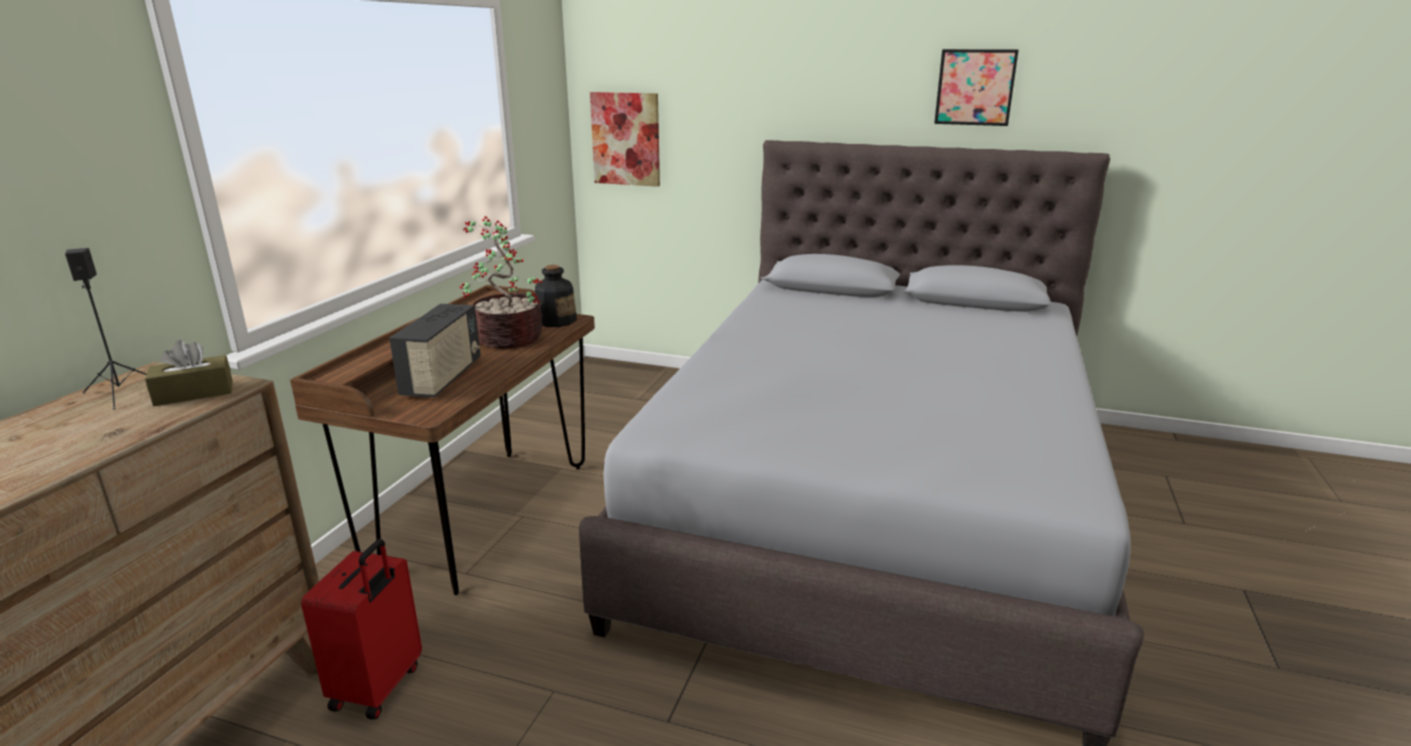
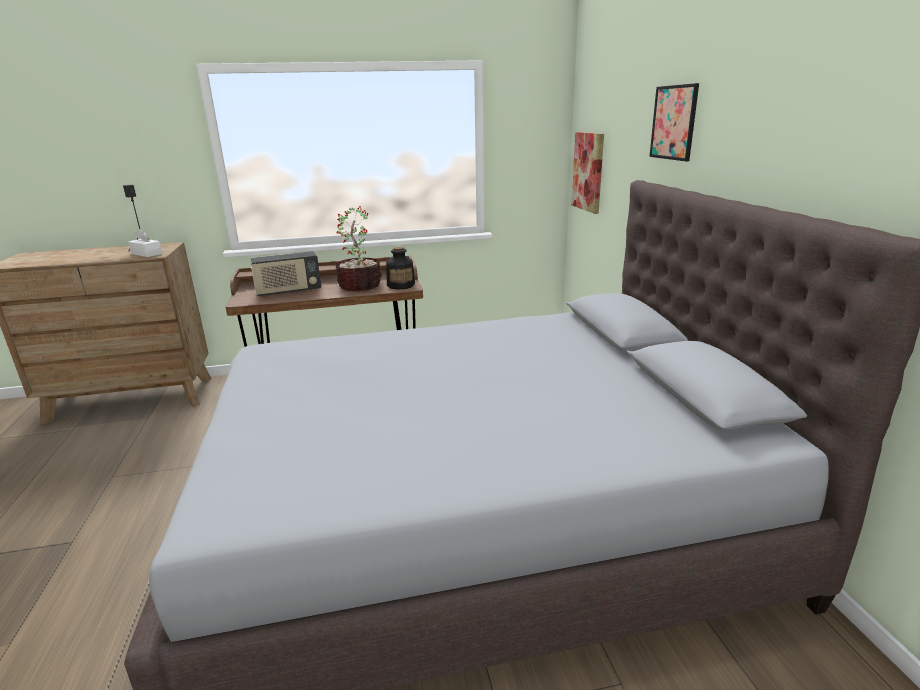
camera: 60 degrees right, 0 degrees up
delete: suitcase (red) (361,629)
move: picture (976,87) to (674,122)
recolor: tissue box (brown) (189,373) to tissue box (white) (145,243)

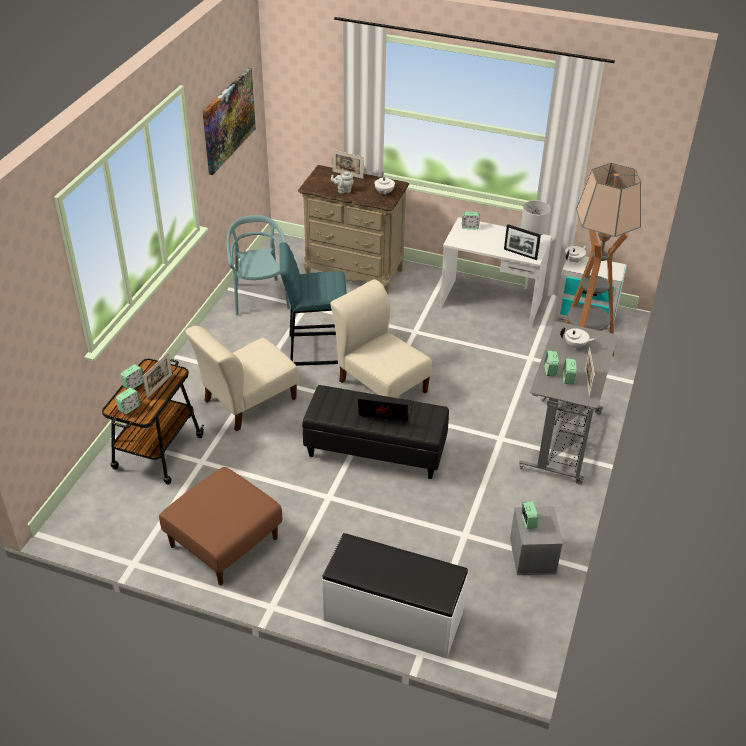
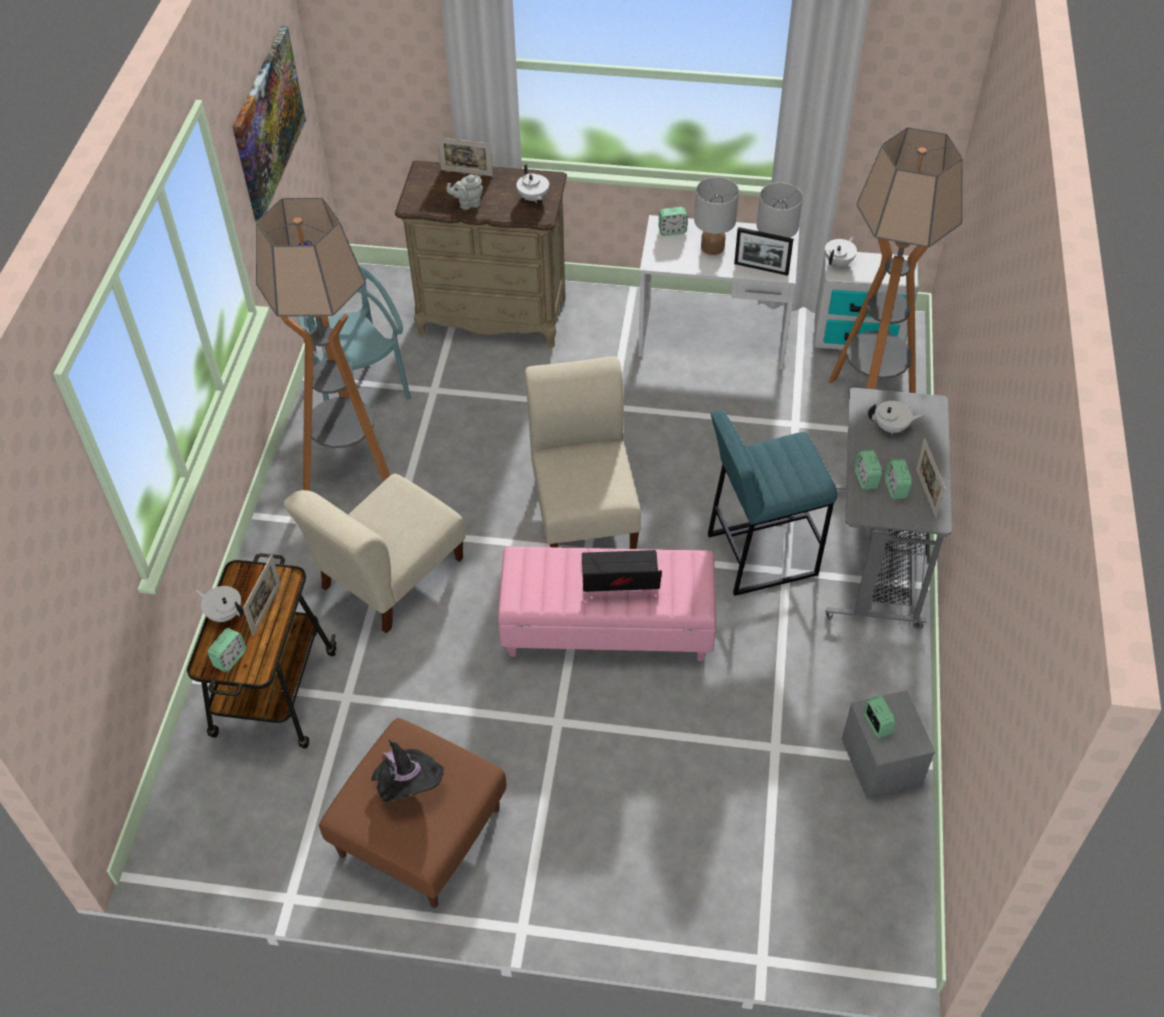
camera: 10 degrees left, 10 degrees up
delete: bench (white) (395,595)
insert: floor lamp (323,344); hat (black) (407,771); table lamp (grey) (716,216)
move: stool (turquoise) (313,304) to (773,503)
replace: alarm clock (132,376) to teapot (white) (220,604)
recolor: ottoman (black) (375,432) to ottoman (pink) (607,603)
rotate: chair (beige) (381,338) = (583,452) 45 degrees clockwise

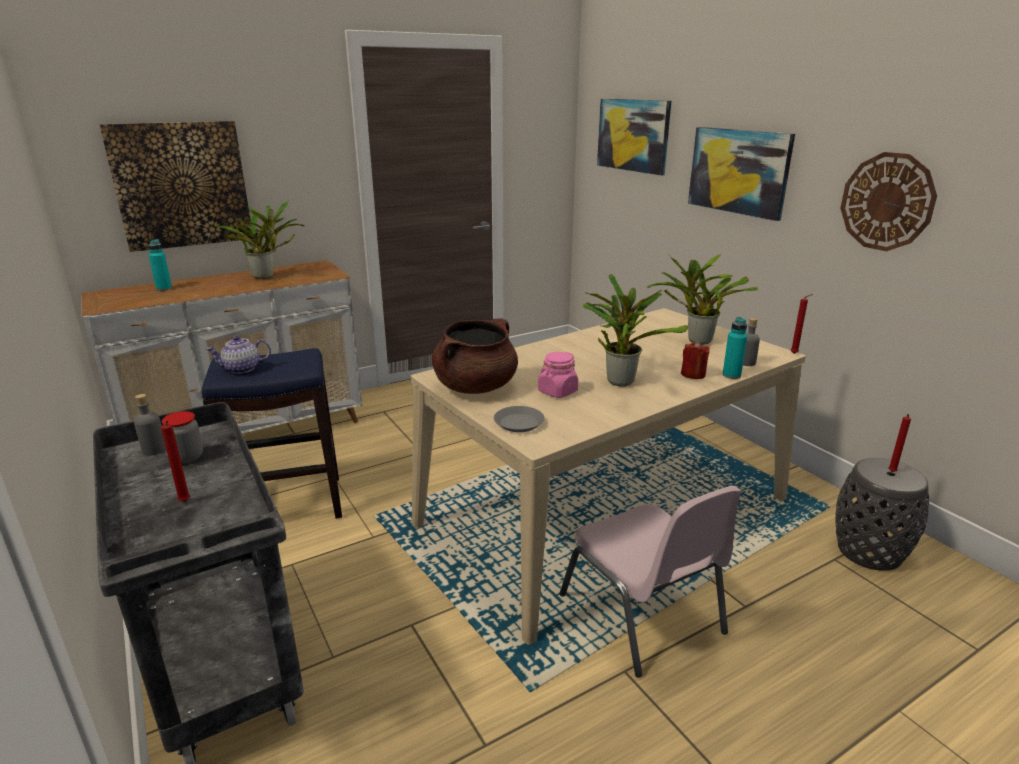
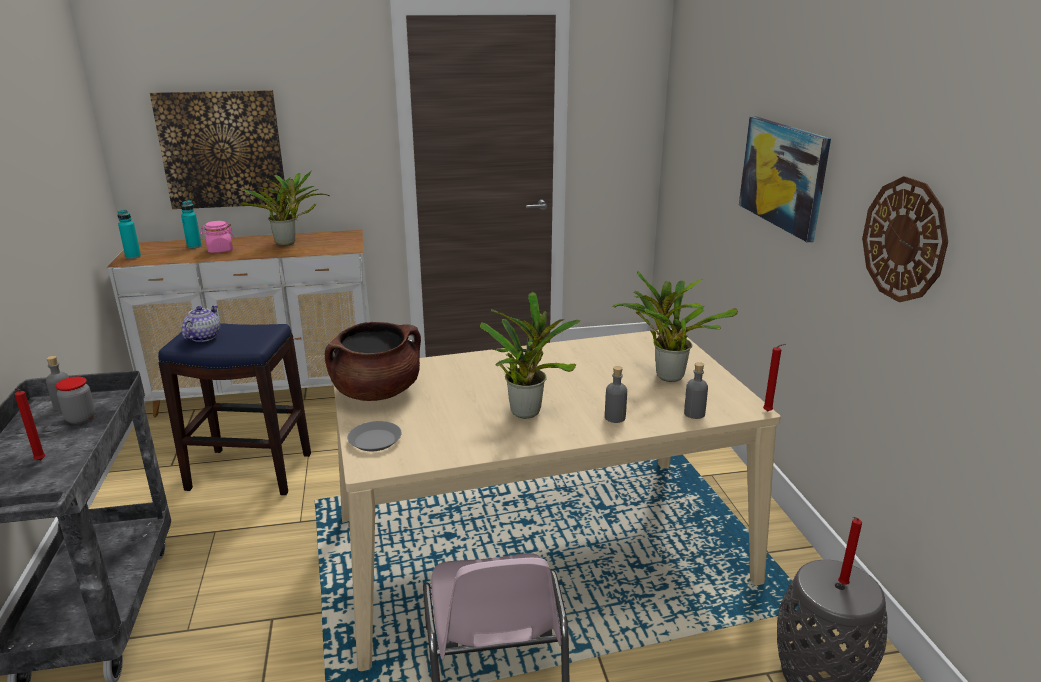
camera: 20 degrees right, 0 degrees up
delete: picture (634,137)
move: jar (pink) (558,375) to (217,237); bottle (turquoise) (735,348) to (129,234)
replace: candle (red) (695,360) to bottle (grey) (616,394)
rotate: teapot (238,355) = (201,323) 105 degrees clockwise

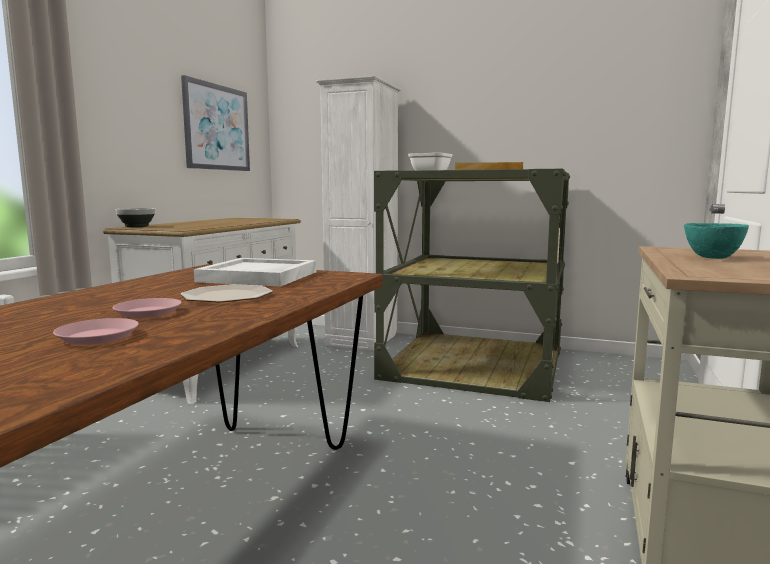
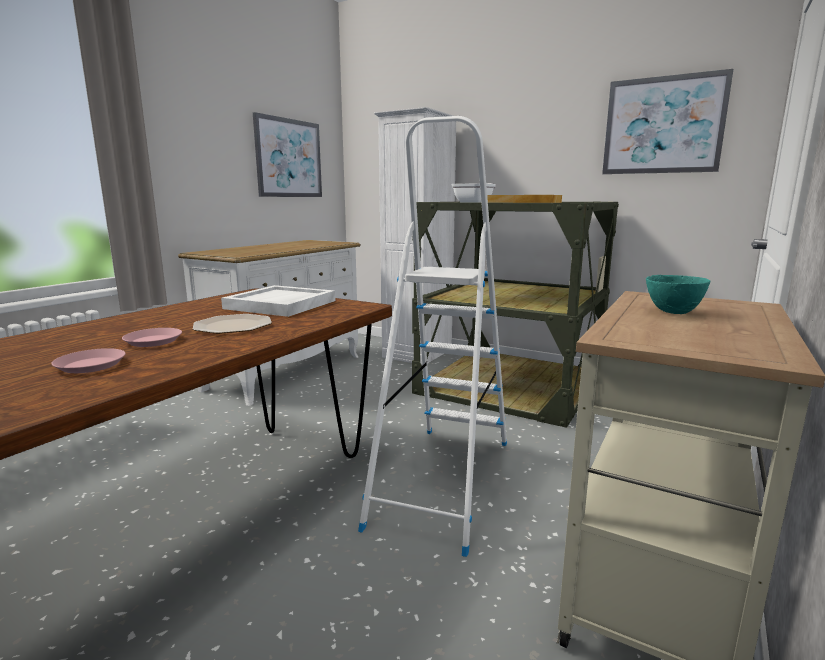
camera: 10 degrees right, 5 degrees up
delete: bowl (135,217)
insert: step ladder (white) (432,336); picture (667,121)

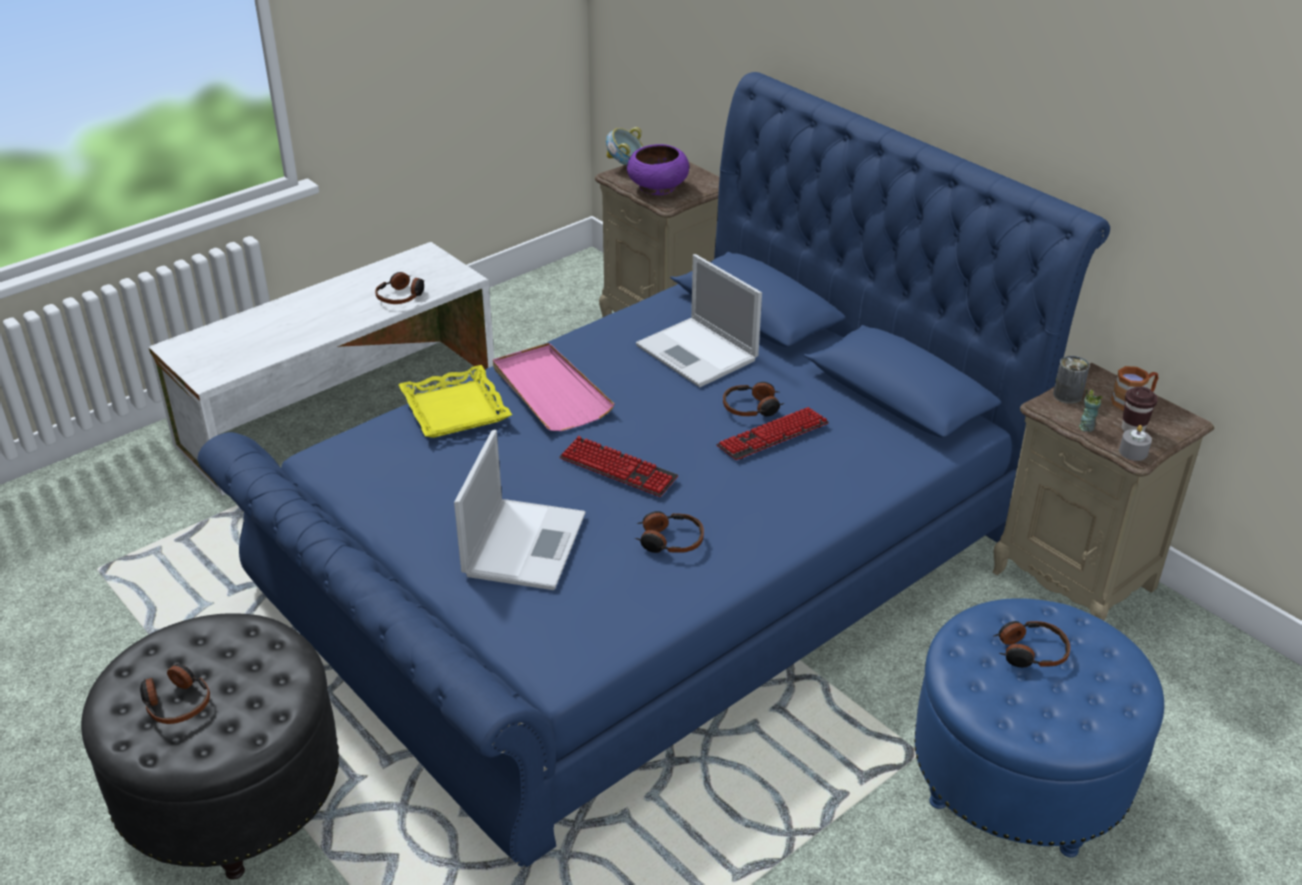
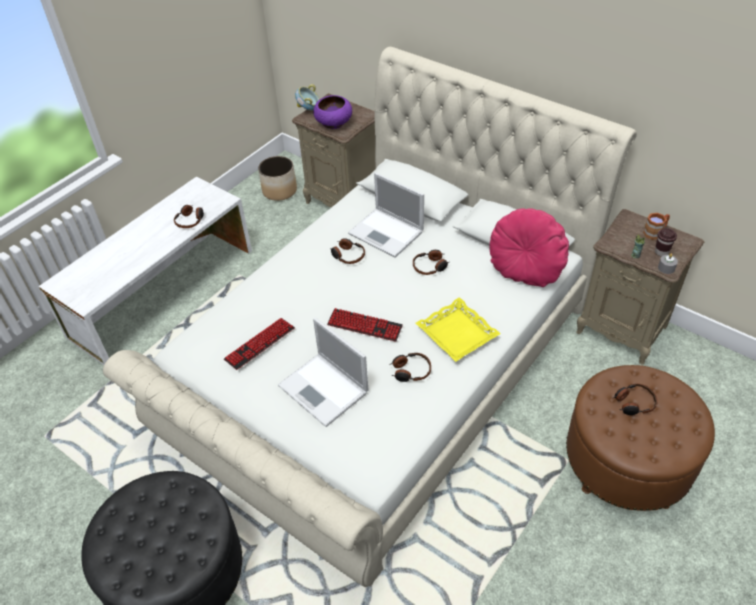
camera: 10 degrees left, 10 degrees up
delete: tray (pink) (553,387); can (1071,380)
insert: planter (277,178); pillow (pink) (529,247)
move: headphones (175,694) to (347,251); tray (yellow) (455,401) to (458,329); keyboard (772,433) to (259,344)
recolor: bed (blue) (653,469) to bed (beige) (370,317); ottoman (blue) (1039,727) to ottoman (brown) (640,438)
rotate: laptop (520,510) = (323,372) 135 degrees clockwise

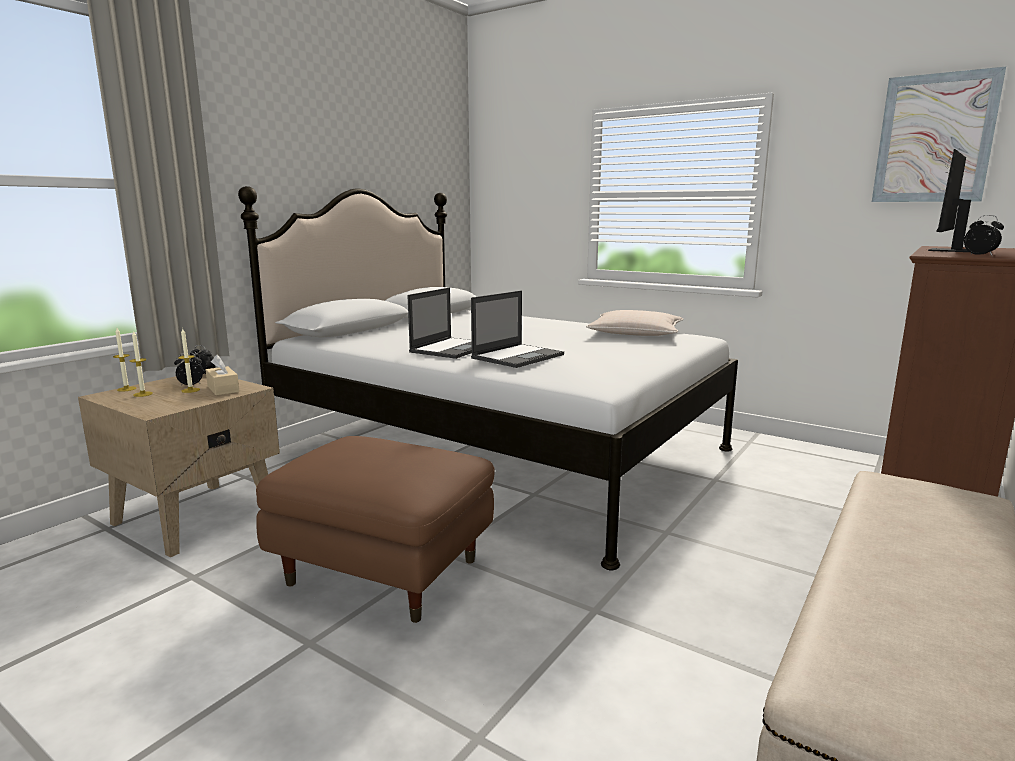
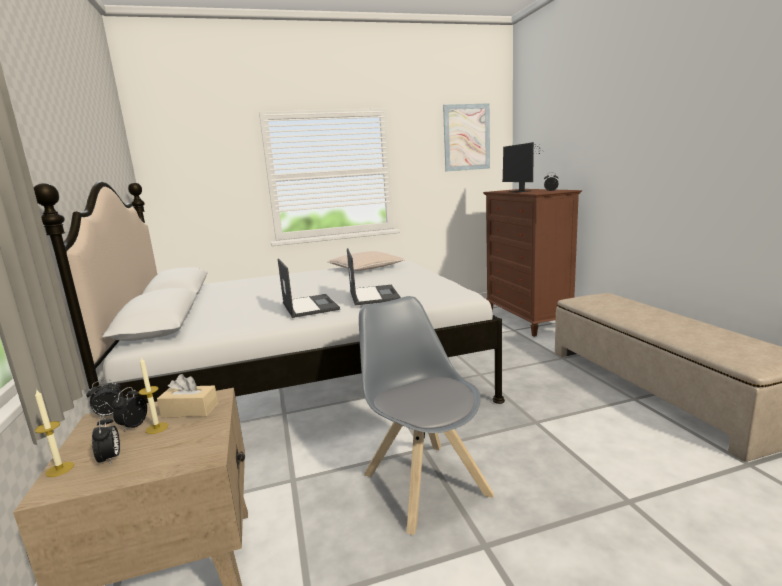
camera: 50 degrees left, 0 degrees up
replace: candle (141,363) to alarm clock (106,440); ottoman (brown) (375,529) to chair (grey) (426,415)

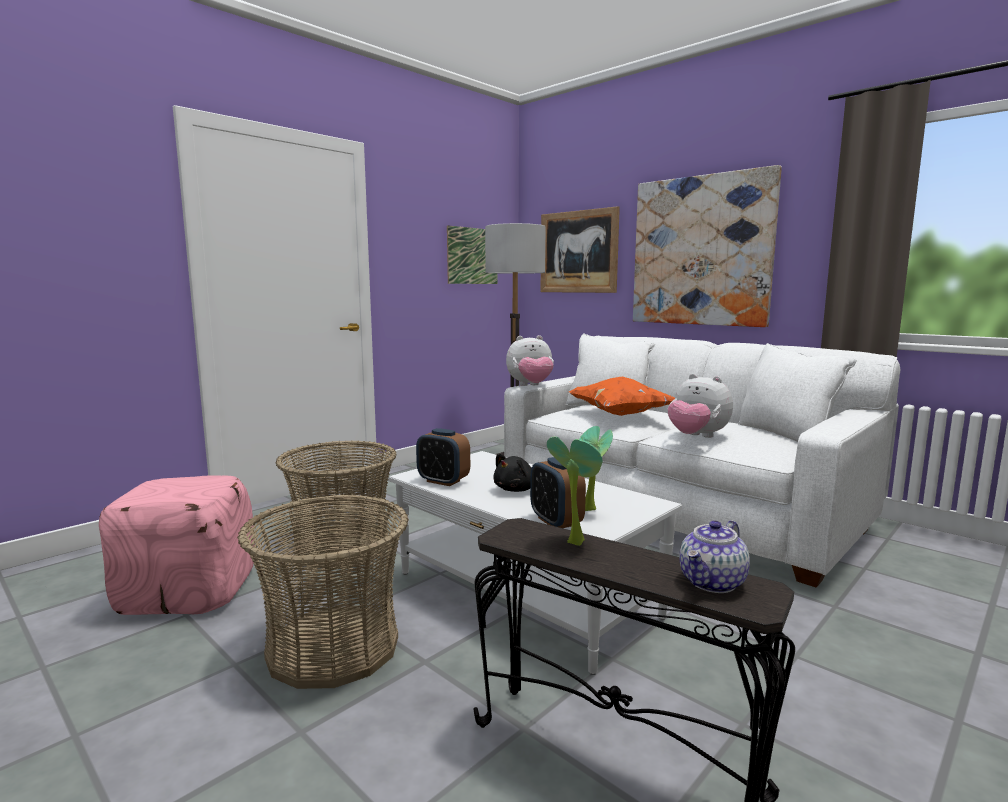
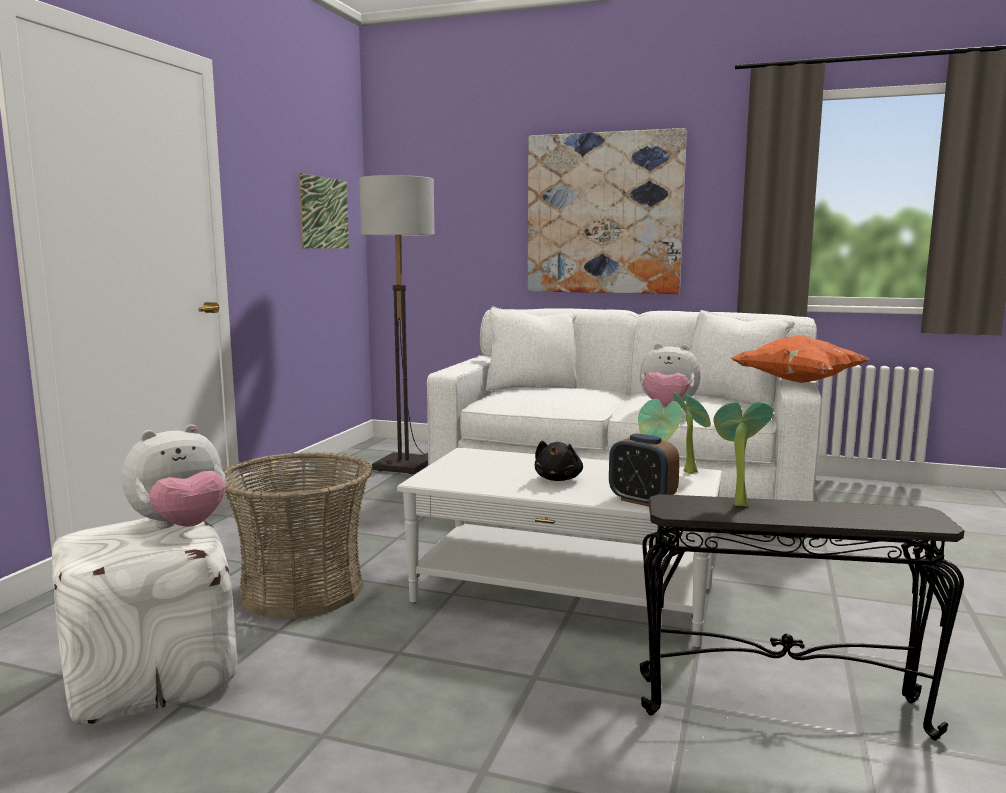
camera: 25 degrees left, 0 degrees up
delete: basket (323,591); alarm clock (443,457); picture (580,249); teapot (714,556)
insert: potted plant (692,433)
move: plush toy (530,360) to (174,476); pillow (orange) (622,396) to (800,359)
recolor: ottoman (pink) (177,545) to ottoman (white) (144,621)

